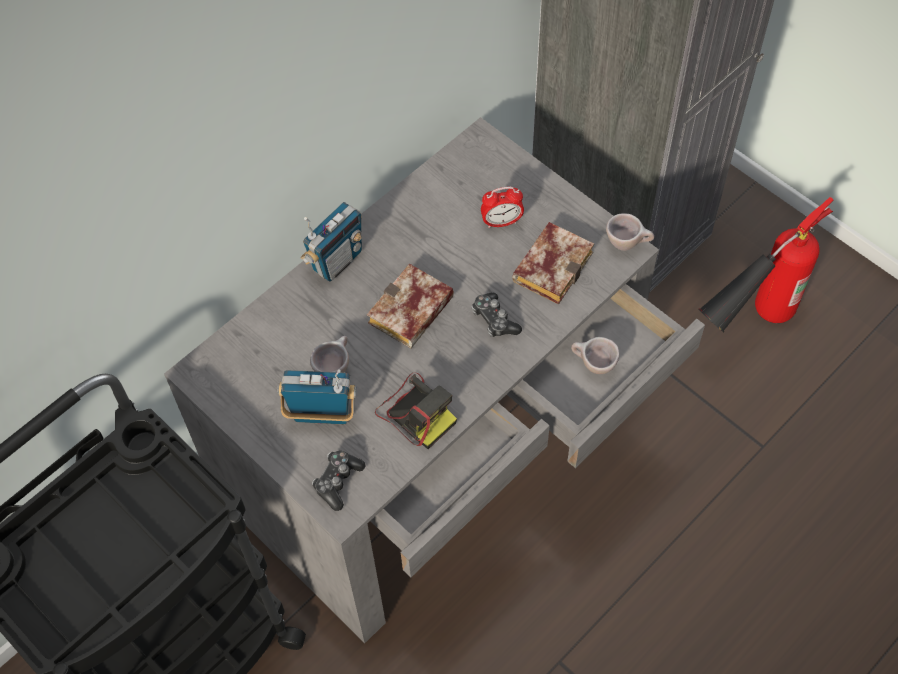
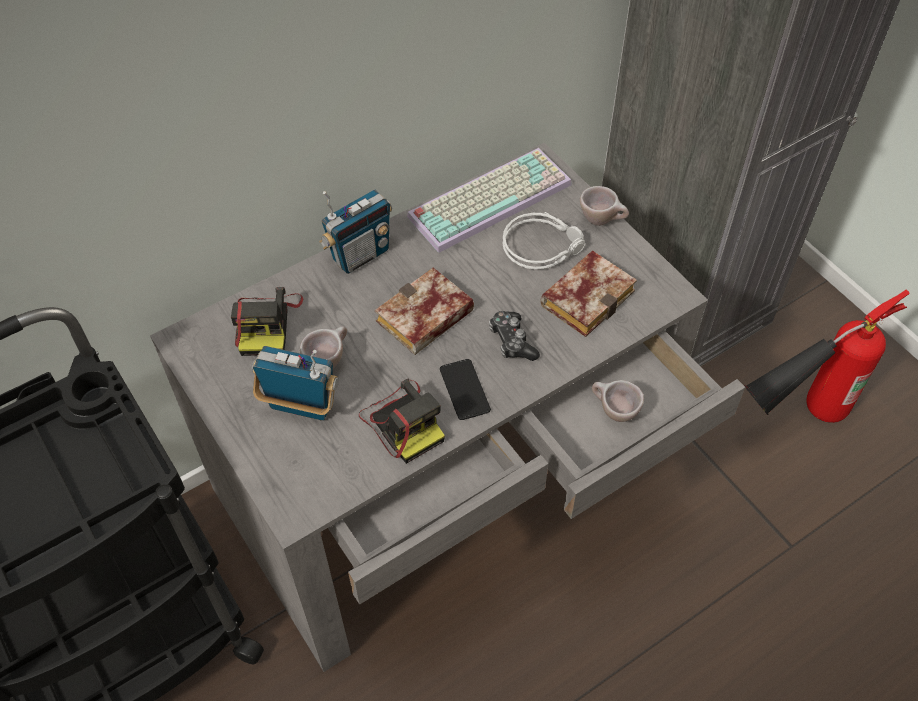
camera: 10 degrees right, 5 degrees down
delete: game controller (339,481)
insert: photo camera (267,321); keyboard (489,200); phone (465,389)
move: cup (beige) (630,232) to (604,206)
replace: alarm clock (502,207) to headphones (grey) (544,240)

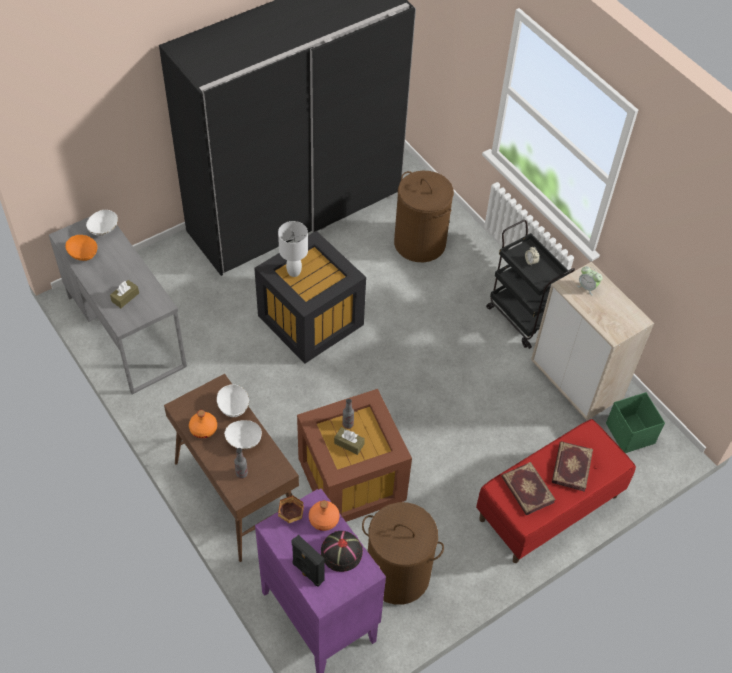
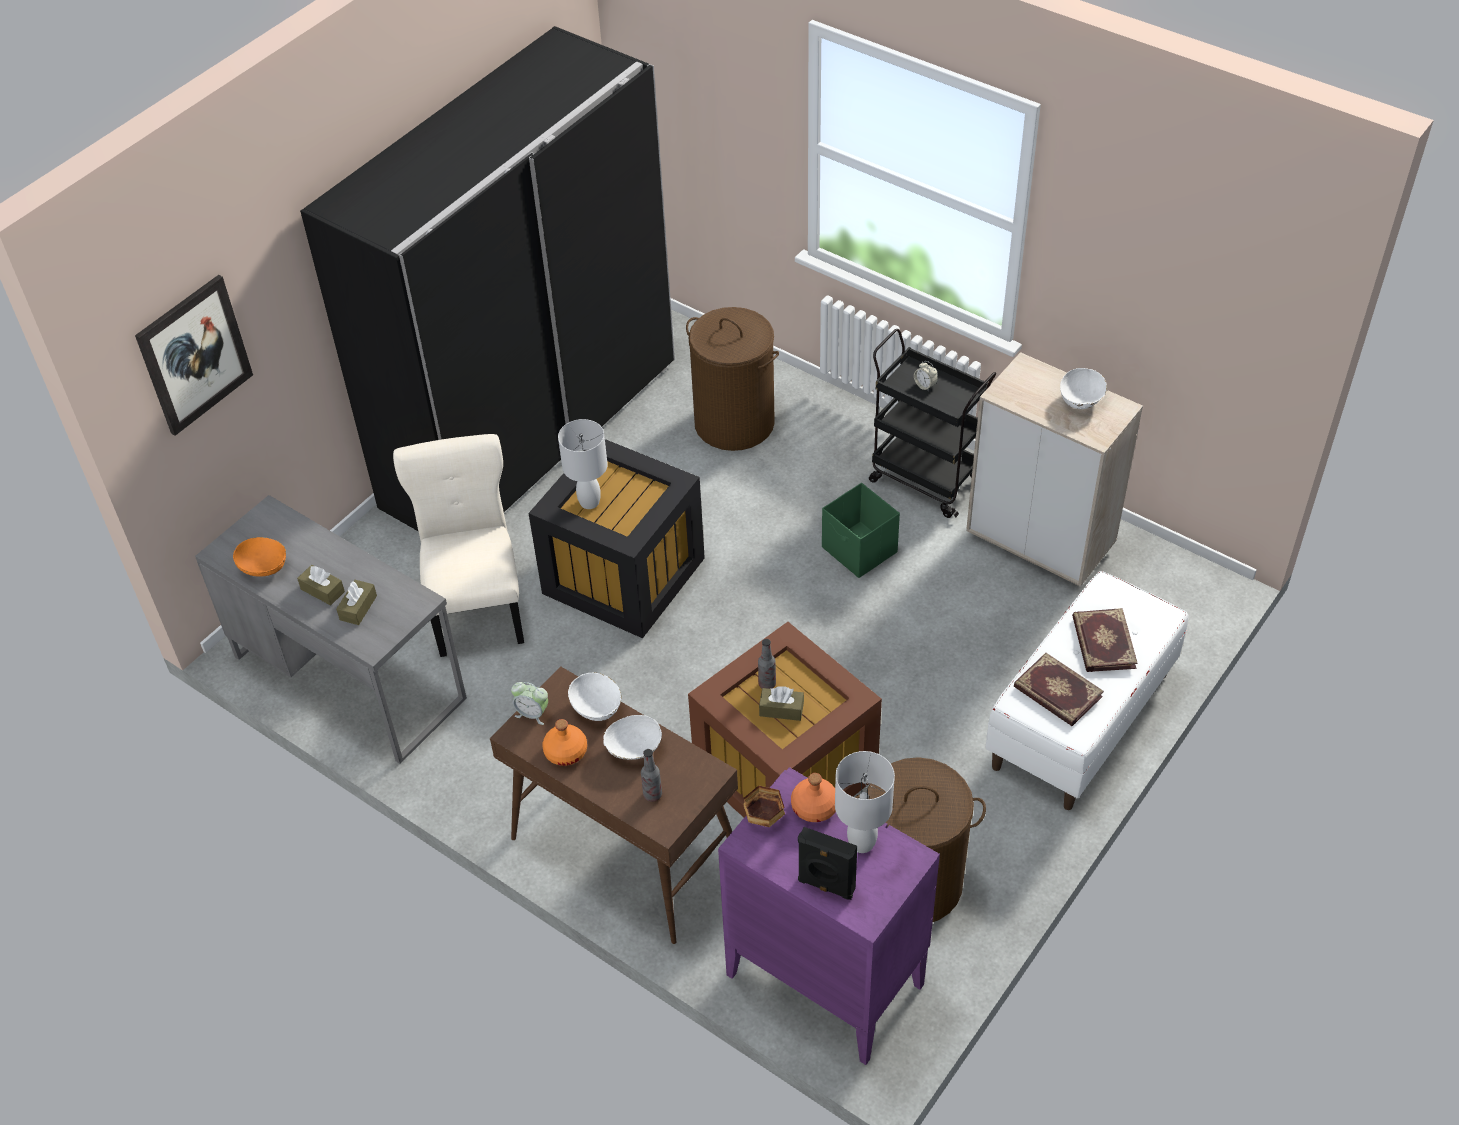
camera: 15 degrees left, 5 degrees down
insert: picture (194,355); tissue box (brown) (321,585); chair (beige) (458,545)
move: bowl (white) (102,223) to (1083,388); alarm clock (589,281) to (529,703); storage box (green) (635,422) to (861,530)
replace: hat (black) (342,551) to table lamp (white) (865,802)
recolor: bench (red) (556,491) to bench (white) (1086,690)

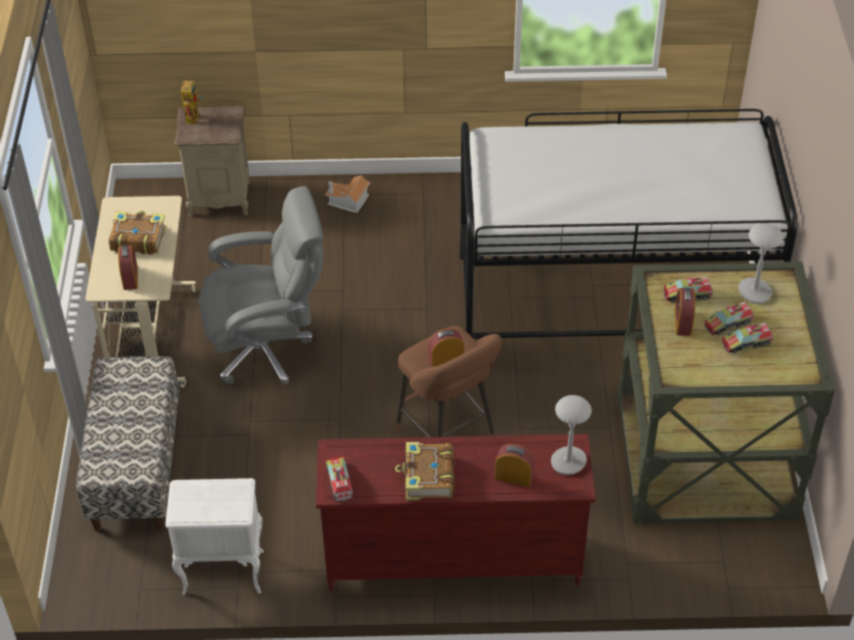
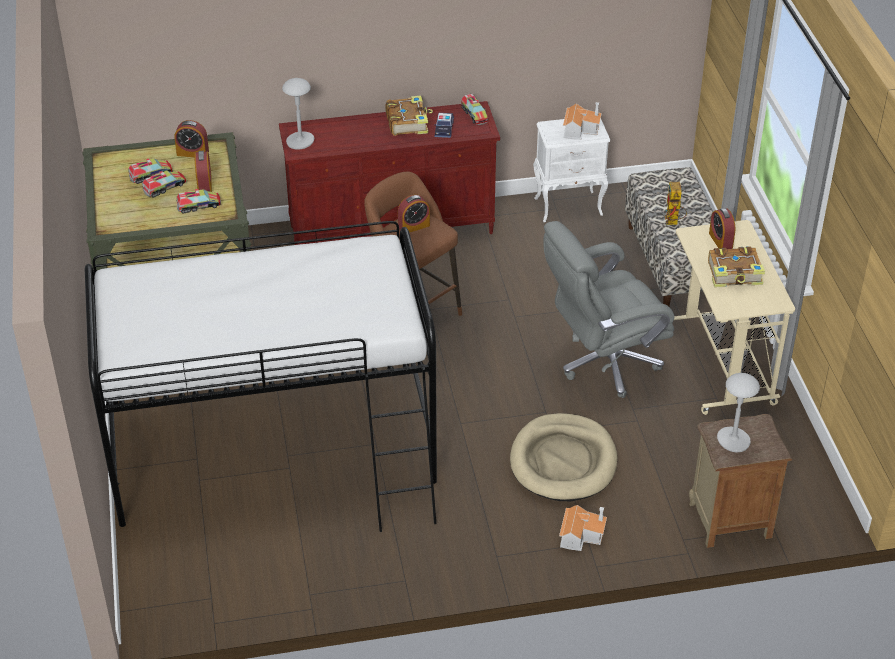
camera: 170 degrees right, 5 degrees down
insert: toy car (444,125); dog bed (beige) (563,457); toy house (582,121)
move: toy robot (191,101) to (676,203); alarm clock (515,465) to (192,138); table lamp (grey) (761,263) to (738,412)

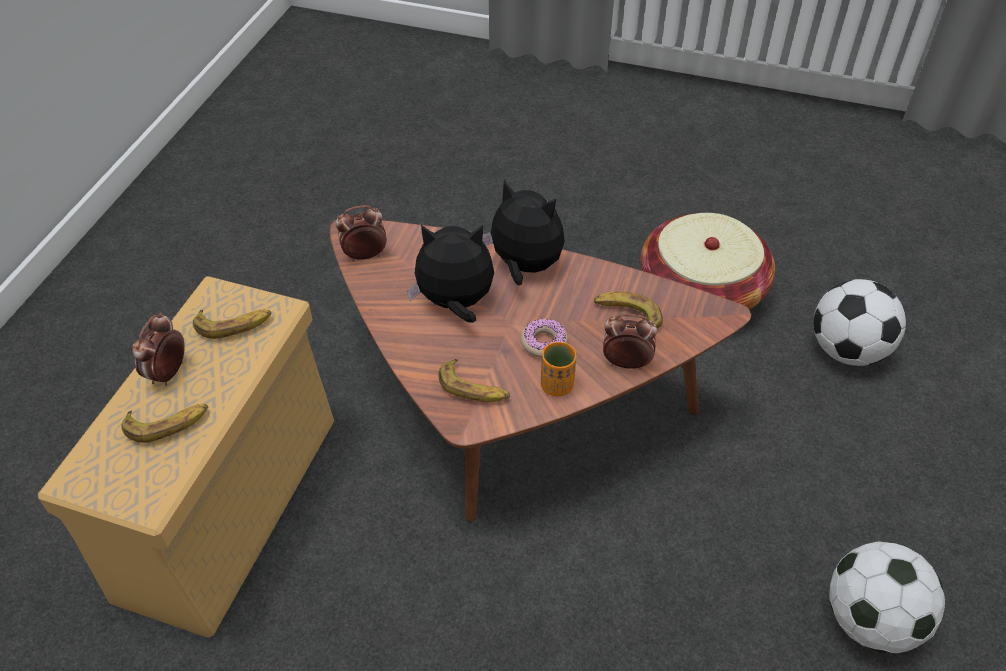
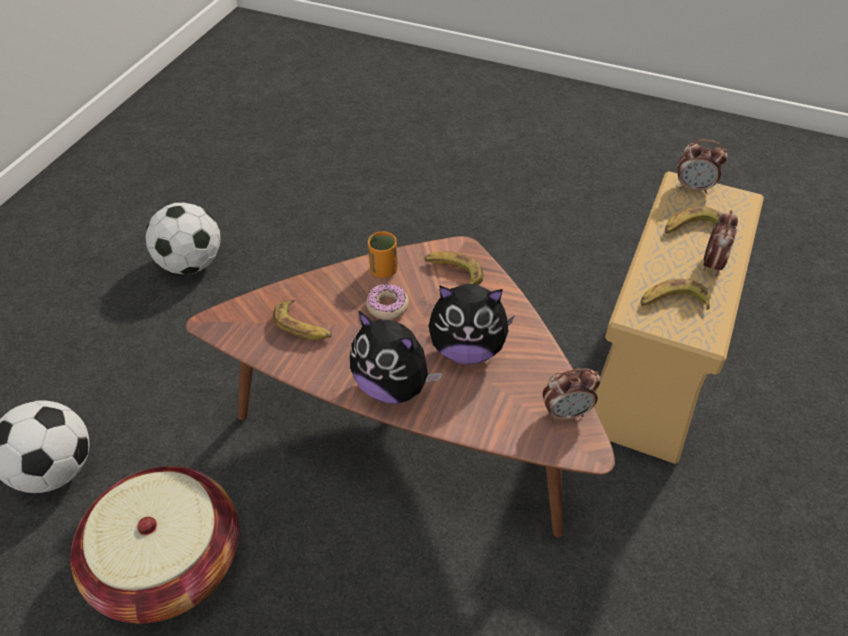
camera: 175 degrees left, 0 degrees up
move: alarm clock (630,342) to (702,167)

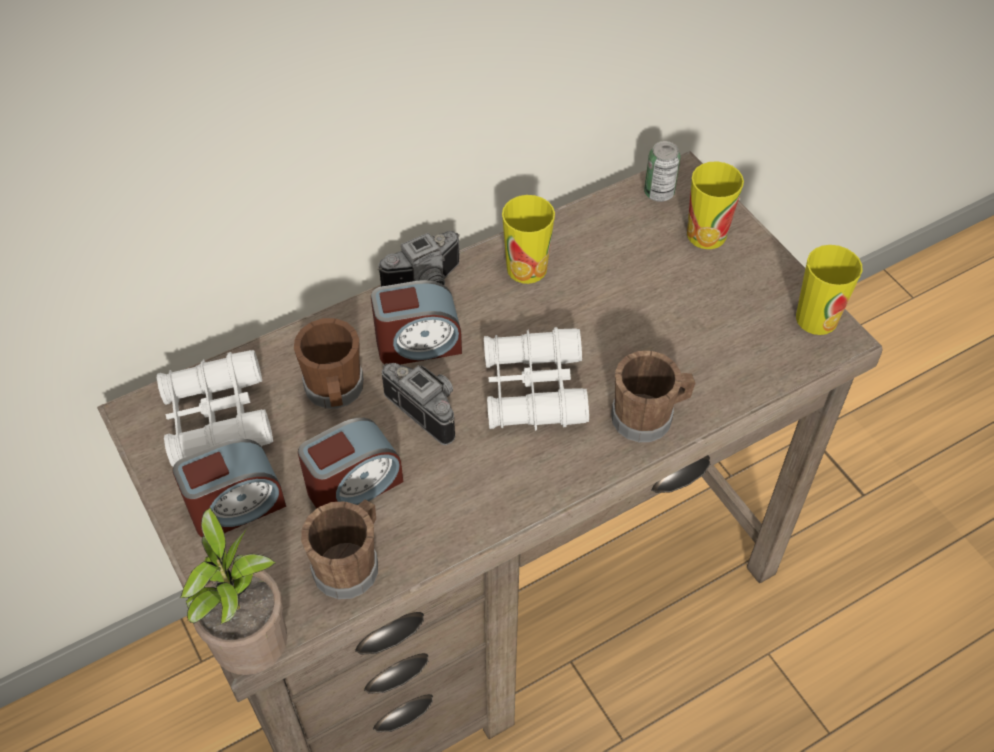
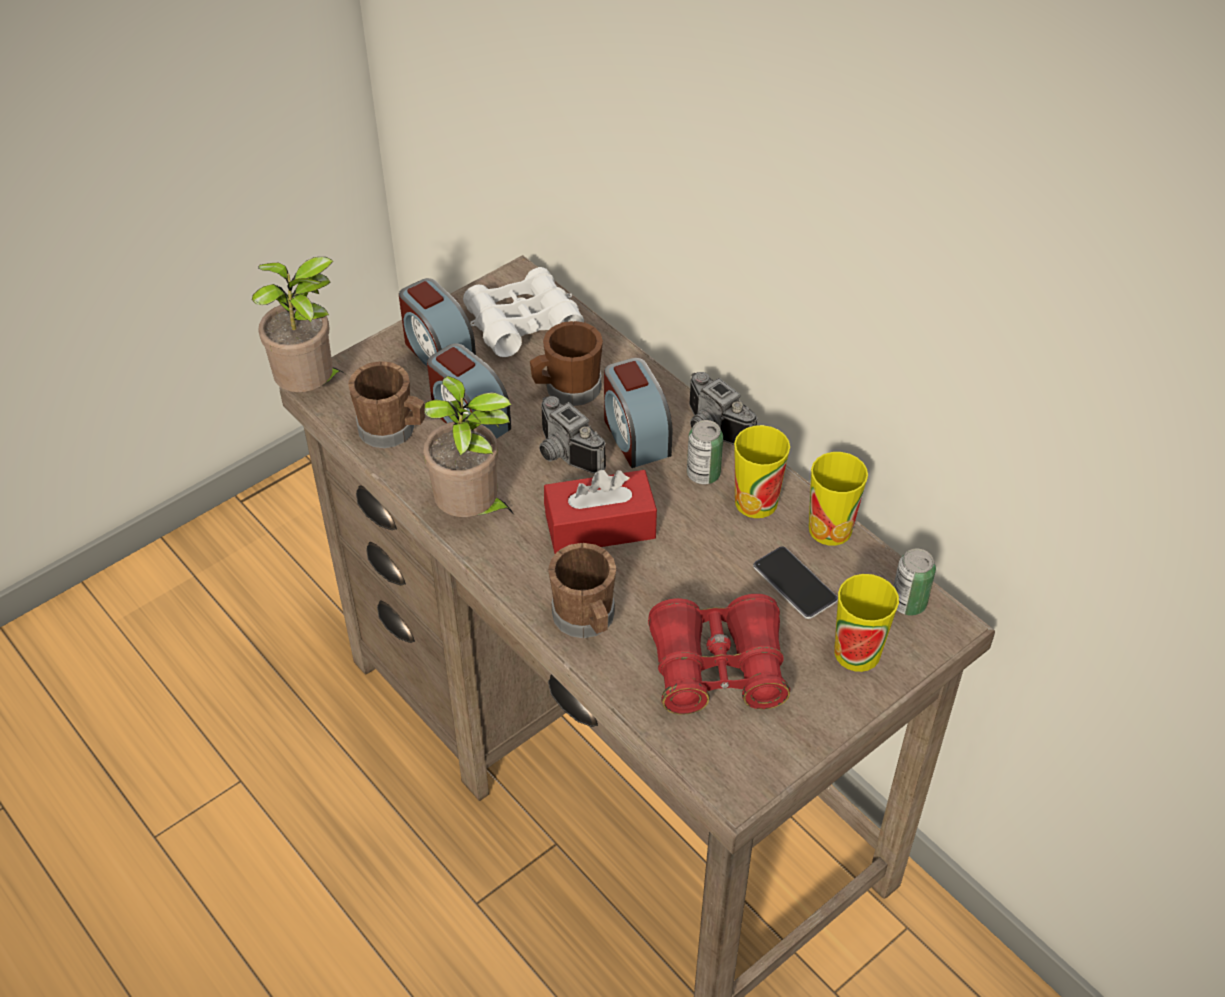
camera: 80 degrees right, 5 degrees down
insert: potted plant (468,446); binoculars (red) (719,654); can (705,452); phone (795,583)
move: cup (829,290) to (838,499)
replace: binoculars (white) (536,379) to tissue box (red) (600,512)
rotate: photo camera (418,404) = (573,435) 105 degrees clockwise

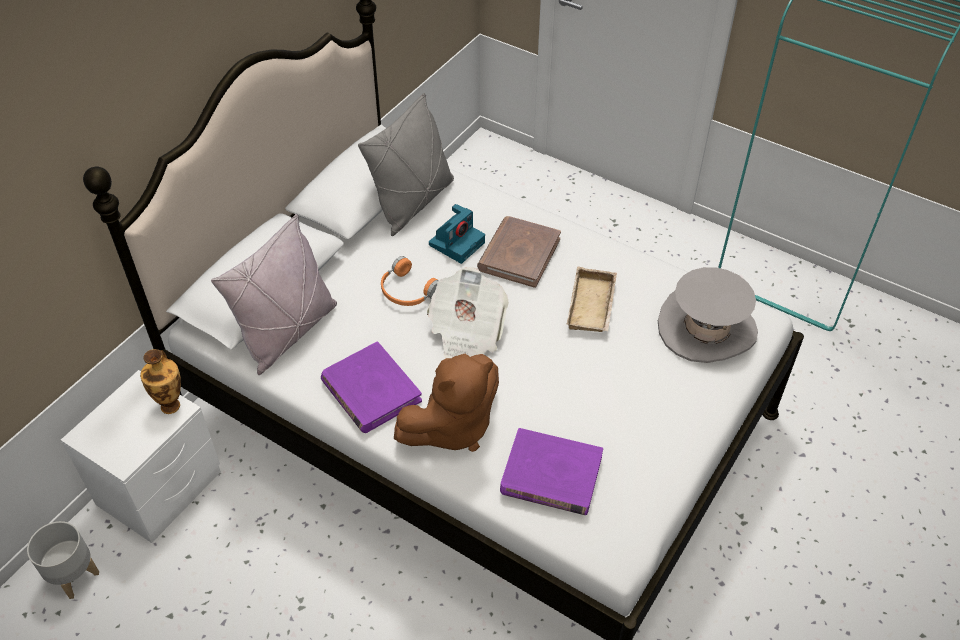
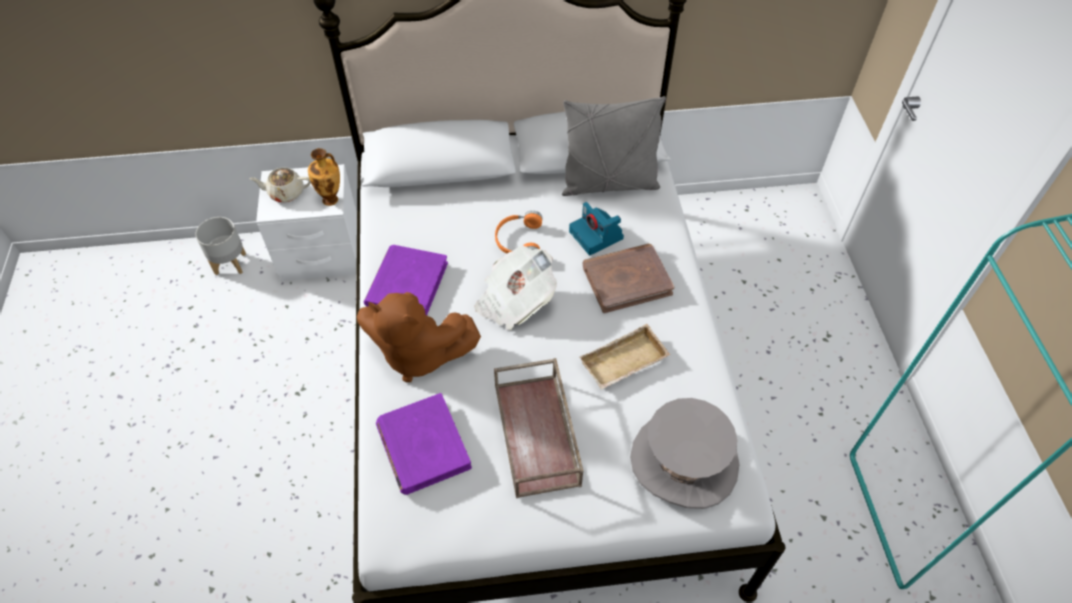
camera: 50 degrees right, 5 degrees up
delete: pillow (purple) (274,294)
insert: teapot (beige) (280,184); tray (brown) (538,428)
rotate: photo camera (457,234) = (596,228) 60 degrees clockwise

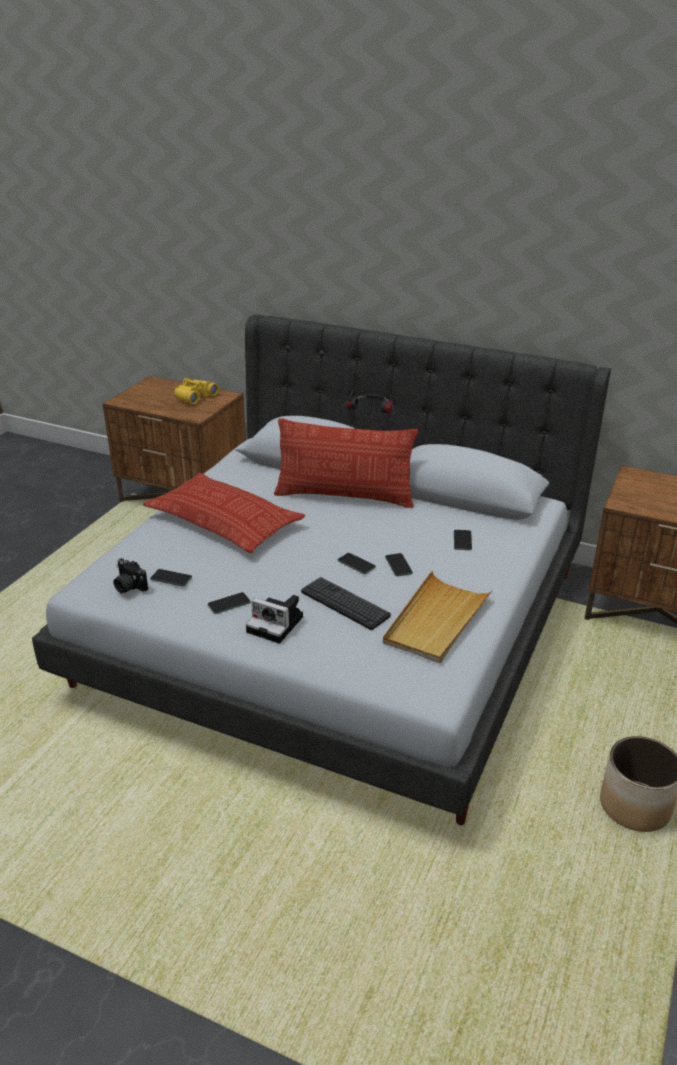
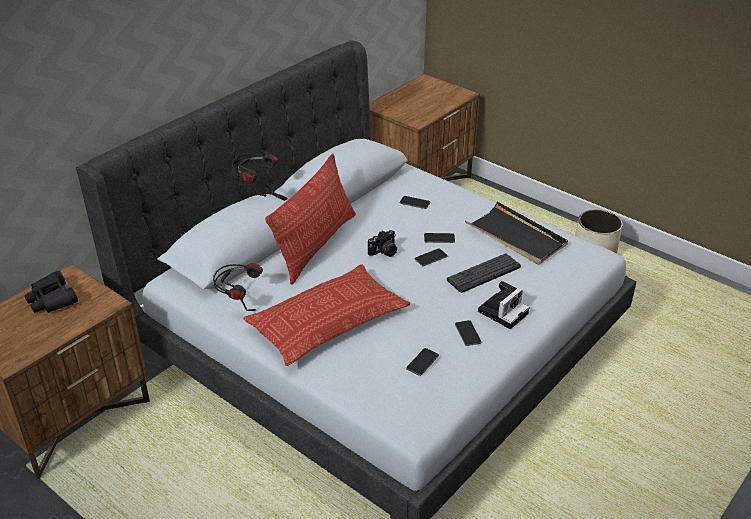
camera: 75 degrees left, 5 degrees up
insert: headphones (238,287)
move: photo camera (130,575) to (382,243)
recolor: binoculars (yellow) (197,391) to binoculars (black) (51,292); tray (beige) (438,617) to tray (black) (516,233)

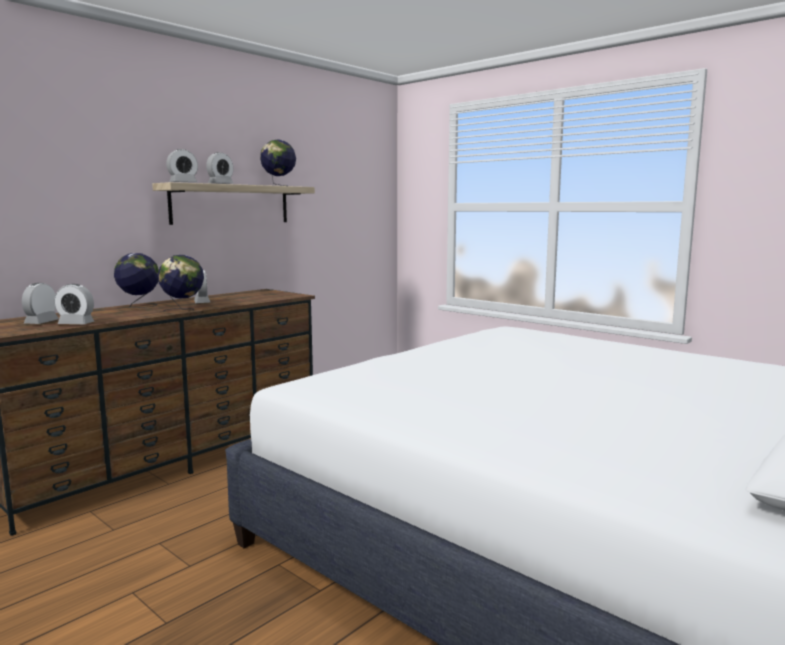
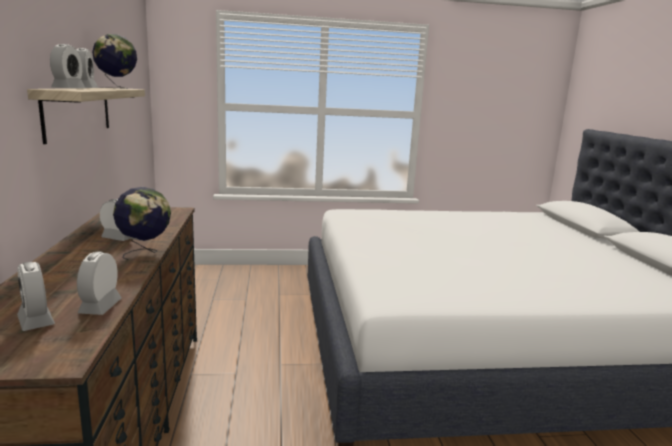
camera: 50 degrees left, 5 degrees up
delete: globe (136,280)
rotate: alarm clock (74,304) = (99,283) 135 degrees clockwise

